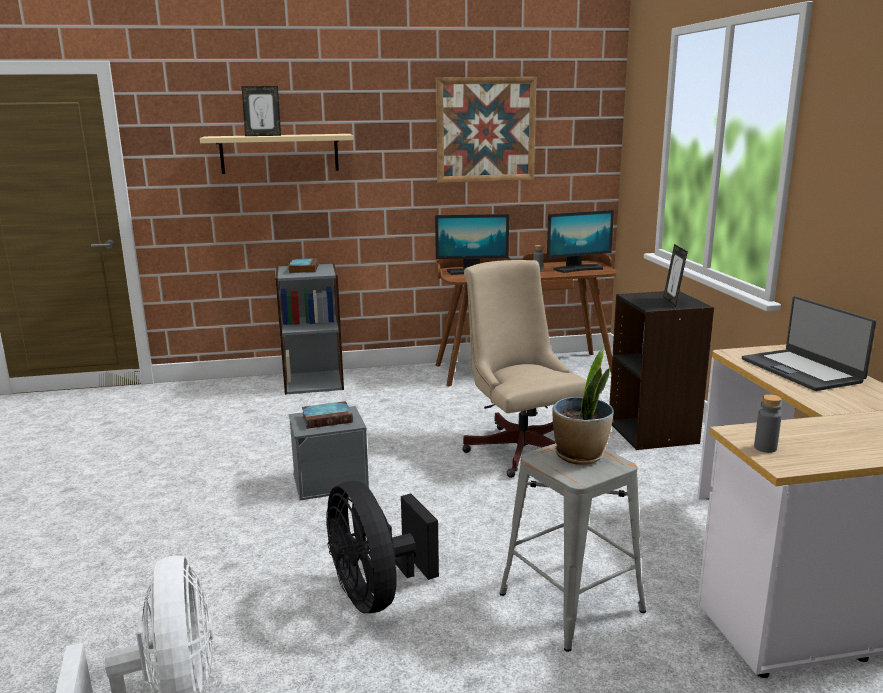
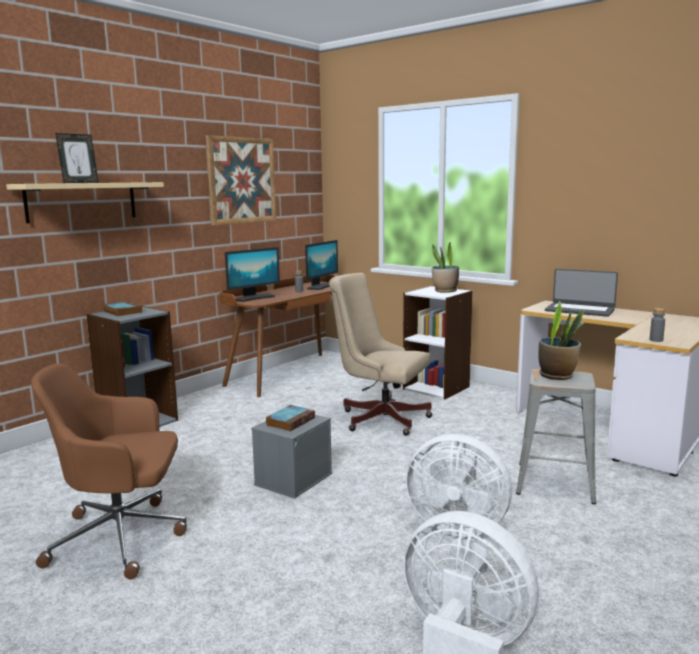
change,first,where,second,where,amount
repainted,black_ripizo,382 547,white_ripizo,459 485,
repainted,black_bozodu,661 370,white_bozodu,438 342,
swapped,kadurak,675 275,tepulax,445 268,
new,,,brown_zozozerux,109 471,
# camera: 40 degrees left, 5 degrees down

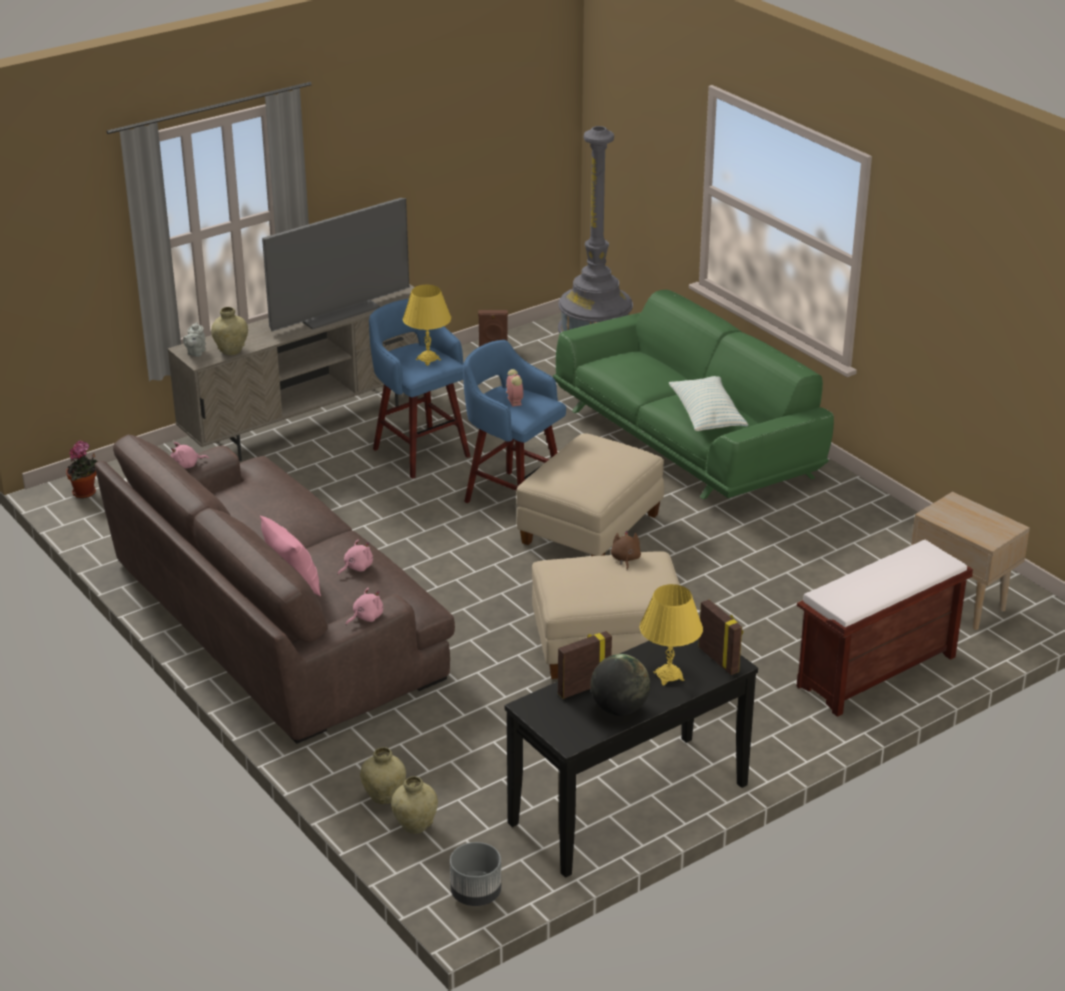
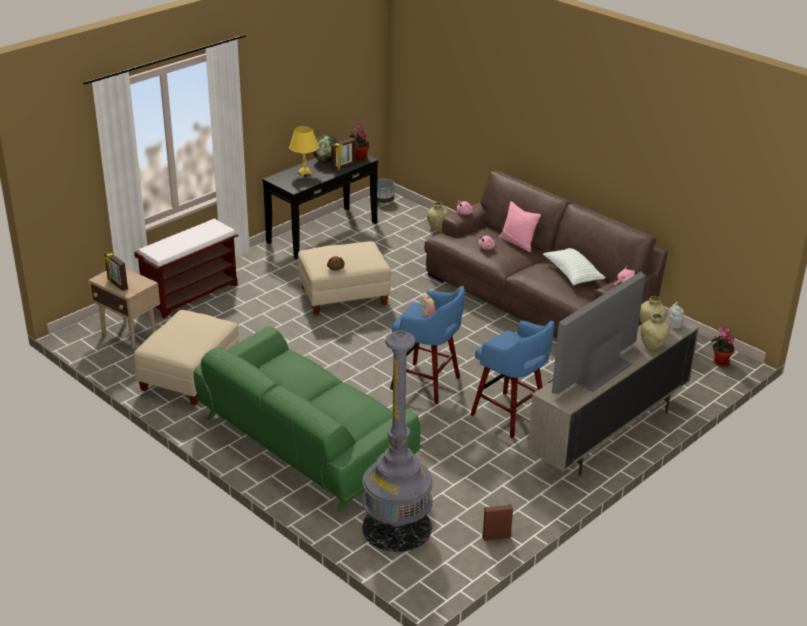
change,first,where,second,where,amount
shifted,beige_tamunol,414 805,,655 332,
gone,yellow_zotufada,427 325,,,
shifted,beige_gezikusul,590 494,,186 358,
shifted,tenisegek,708 403,,574 267,
shifted,kadurak,720 637,,116 271,
new,,,tepulax,360 142,
# camera: 170 degrees right, 0 degrees up

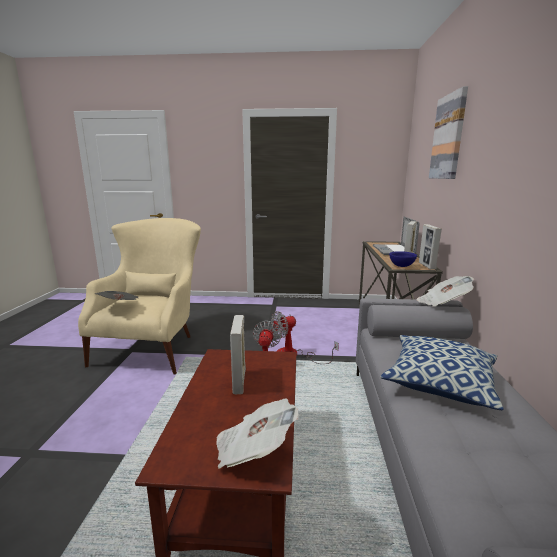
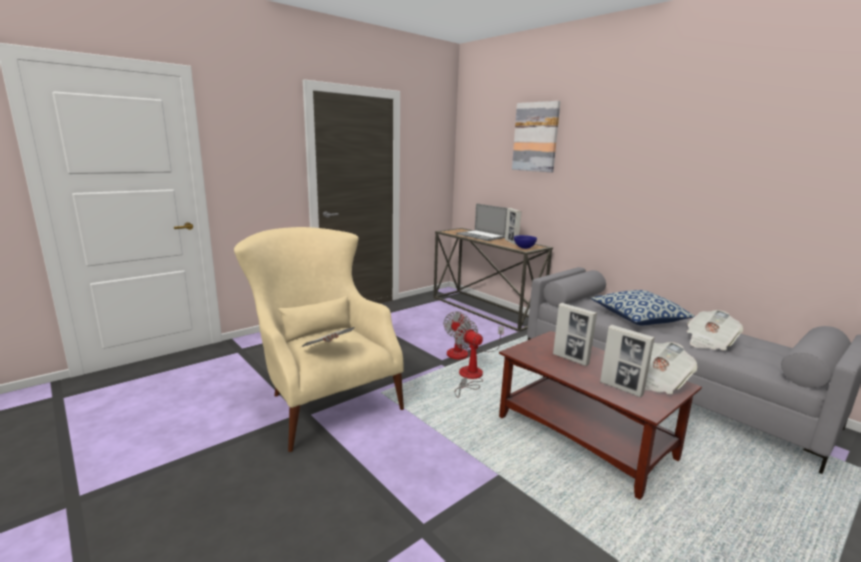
change,first,where,second,where,amount
shifted,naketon,446 291,,715 330,
shifted,kadurak,430 247,,627 361,
# camera: 45 degrees left, 0 degrees up

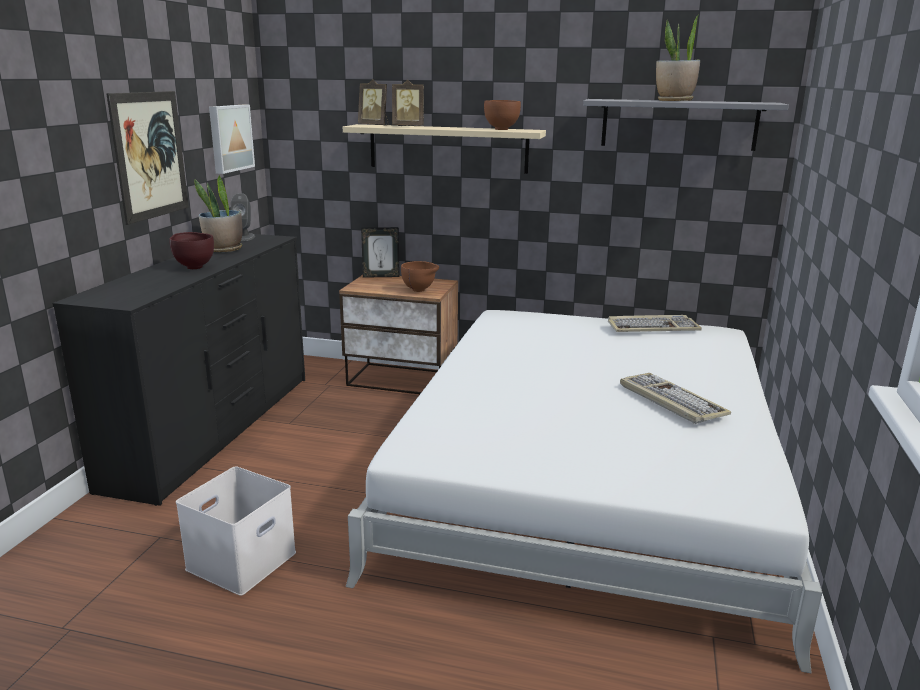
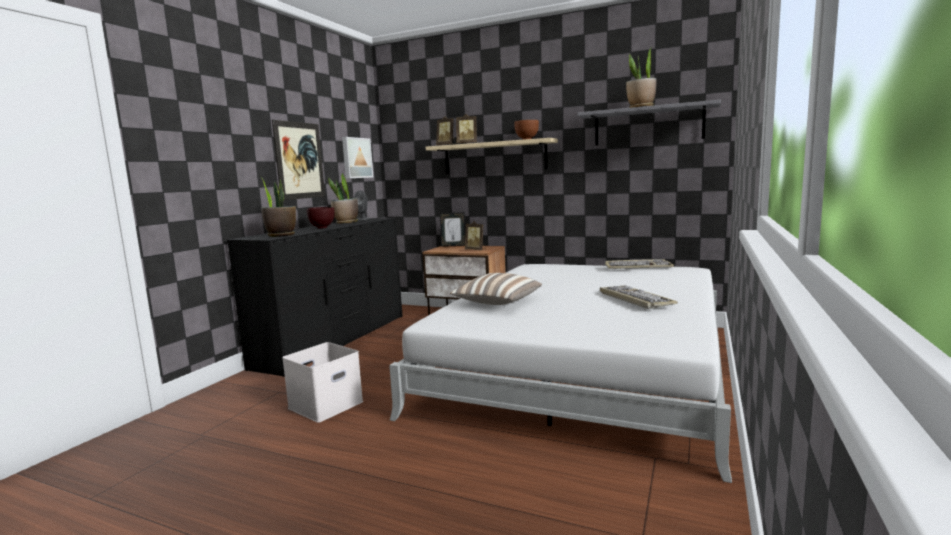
change,first,where,second,where,amount
swapped,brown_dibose,420 276,kadurak,475 235,
new,,,tepulax,278 206,
new,,,tenisegek,496 289,
# camera: 10 degrees right, 10 degrees down

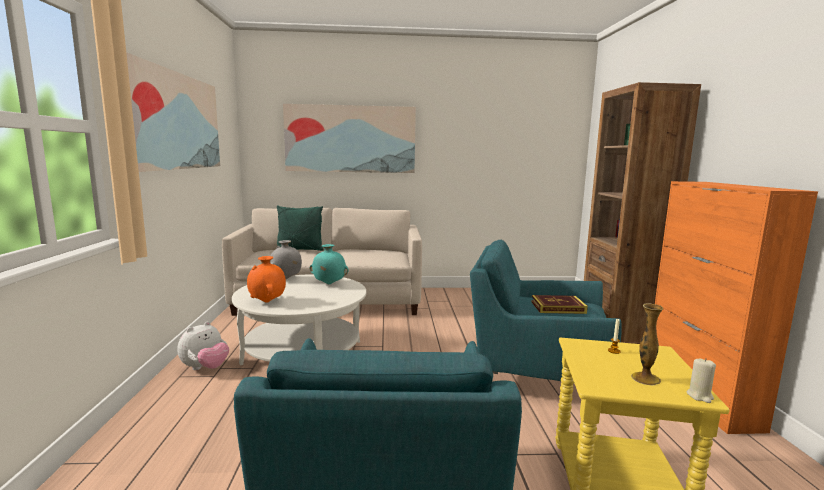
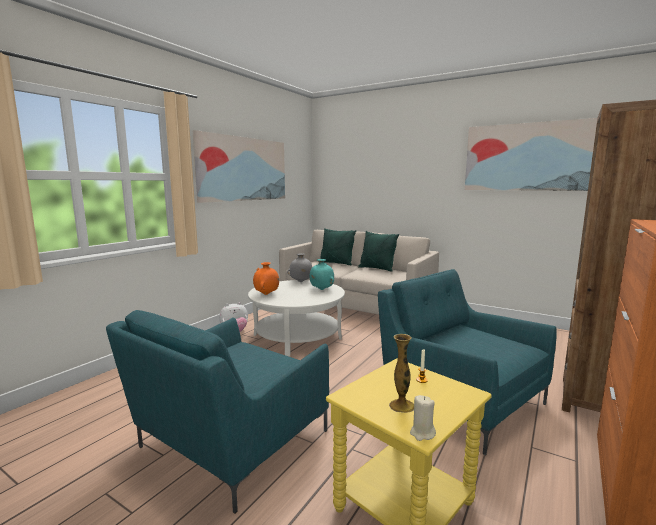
change,first,where,second,where,amount
shifted,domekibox,349 138,,531 154,
gone,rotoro,559 304,,,
new,,,green_tenisegek,378 251,
# camera: 35 degrees right, 0 degrees up

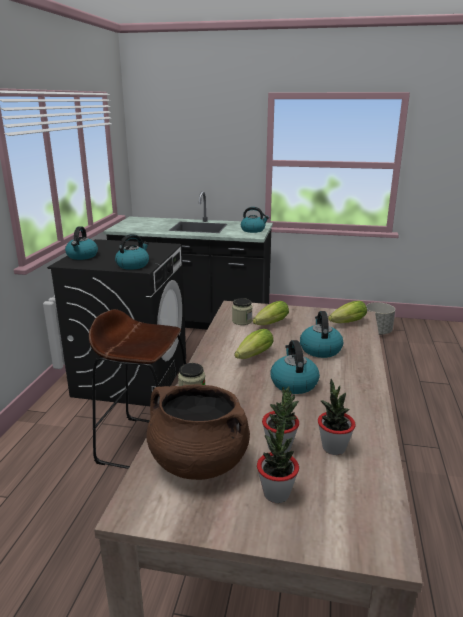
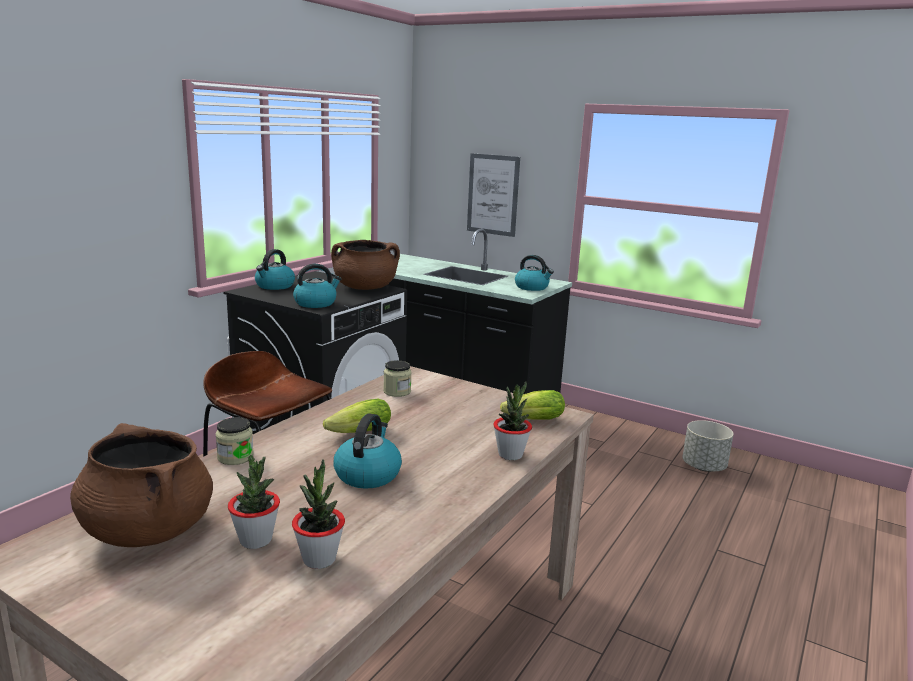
change,first,where,second,where,amount
gone,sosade,271 313,,,
shifted,tepulax,278 460,,512 421,
gone,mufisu,321 334,,,
new,,,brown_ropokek,365 265,
new,,,domekibox,493 195,
# camera: 20 degrees right, 5 degrees down

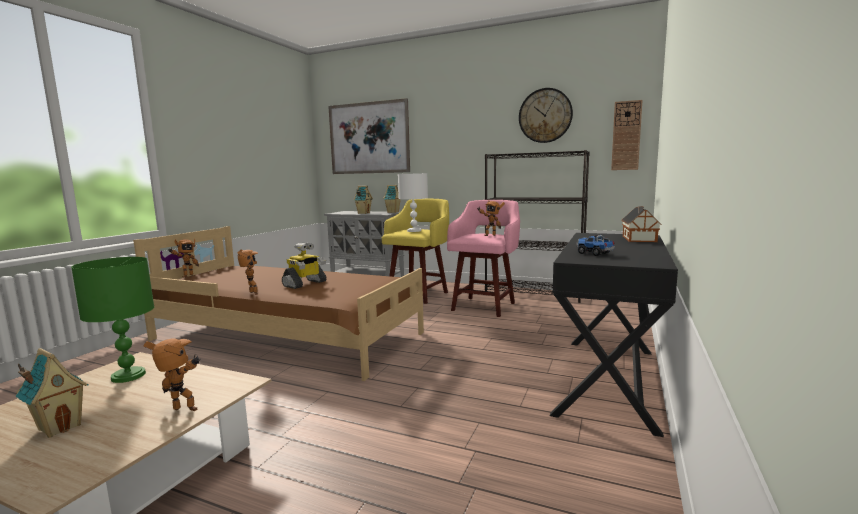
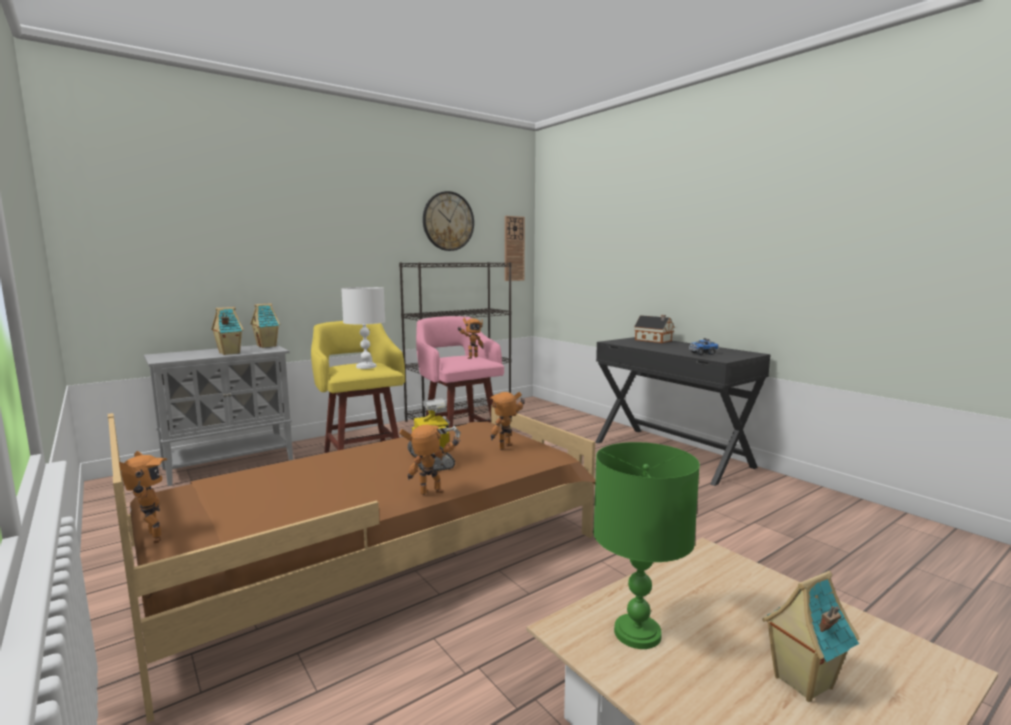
change,first,where,second,where,amount
shifted,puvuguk,172 374,,507 421,
gone,domekibox,369 136,,,
# camera: 60 degrees left, 0 degrees up

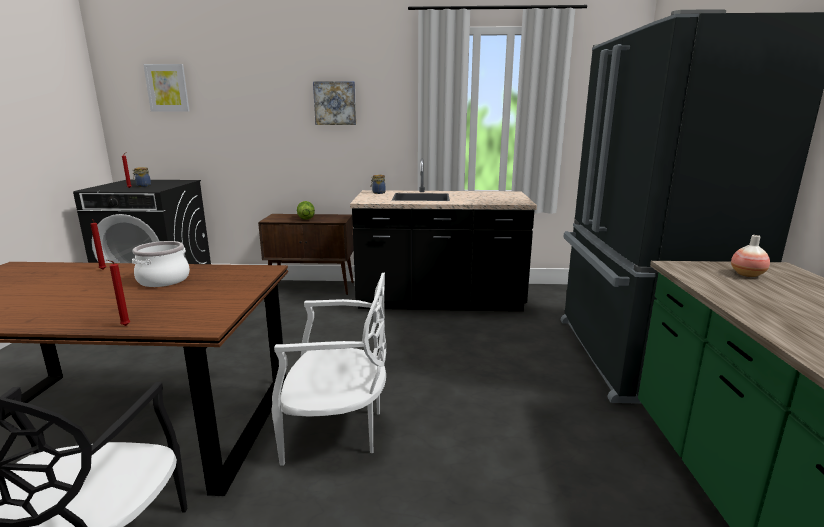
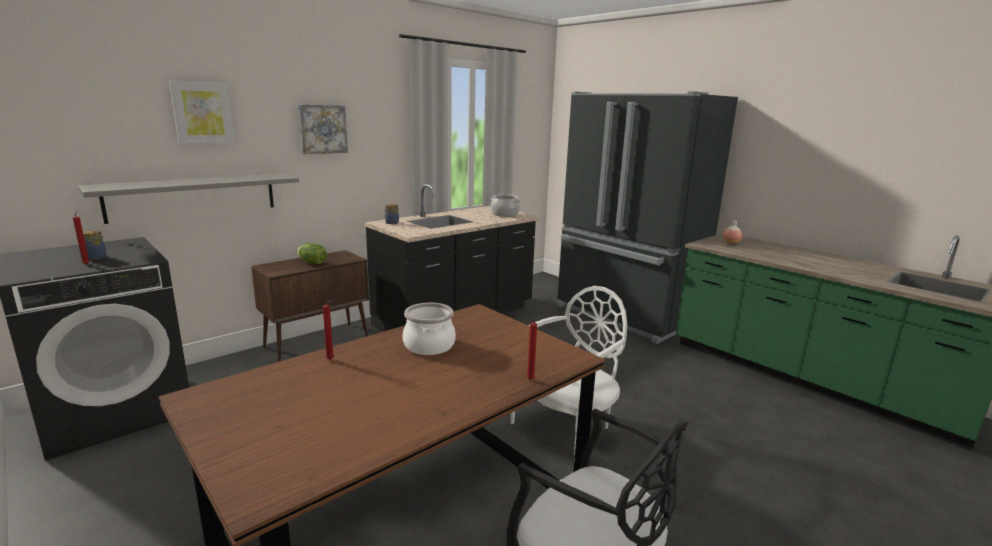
change,first,where,second,where,amount
shifted,domekibox,166 88,,202 112,
new,,,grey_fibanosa,188 198,
new,,,ropokek,505 205,
# camera: 45 degrees left, 0 degrees up

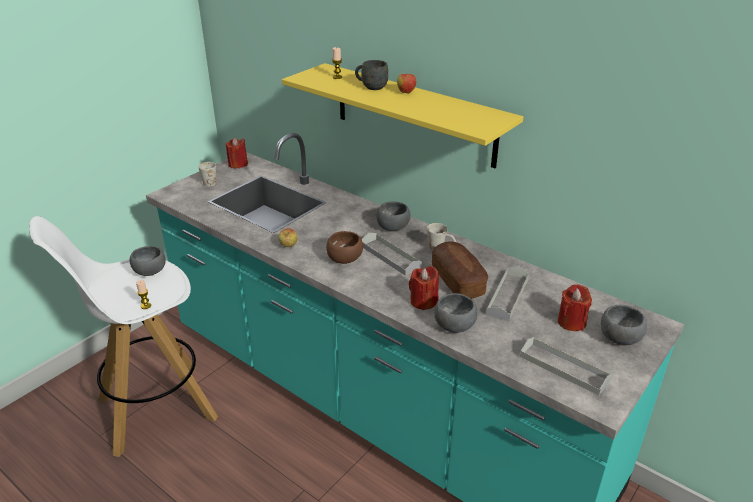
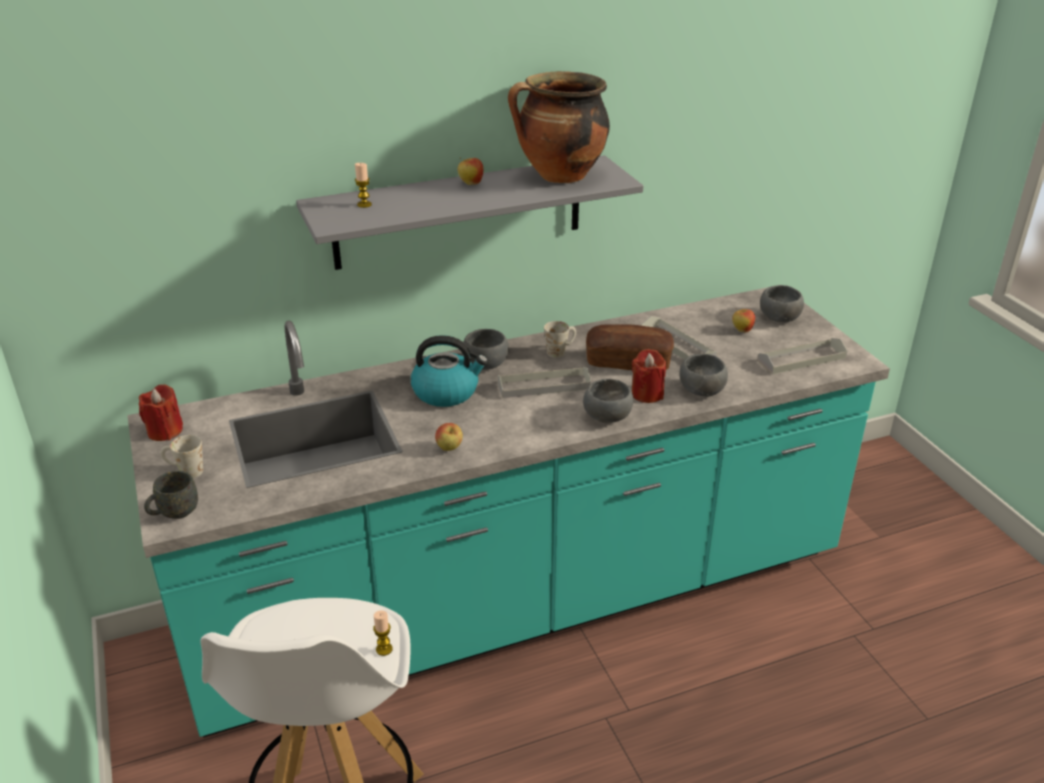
change,first,where,second,where,amount
shifted,grey_dibose,148 261,,608 401,
repainted,yellow_fibanosa,402 115,grey_fibanosa,469 212,
gone,brown_dibose,344 247,,,
shifted,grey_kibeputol,371 75,,171 495,
swapped,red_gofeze,575 307,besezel,743 320,
new,,,mufisu,449 371,
new,,,ropokek,559 127,
# camera: 60 degrees left, 0 degrees up

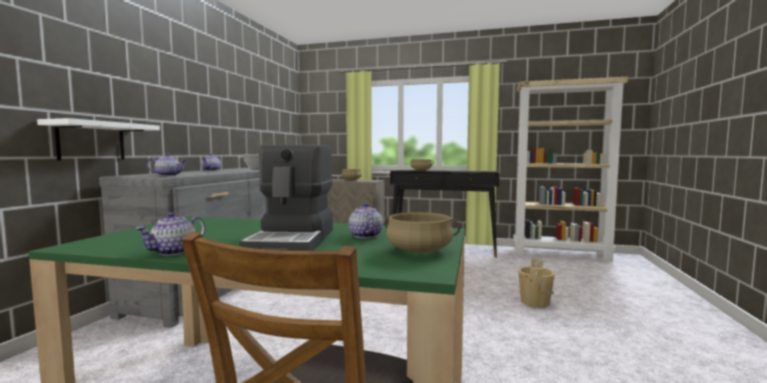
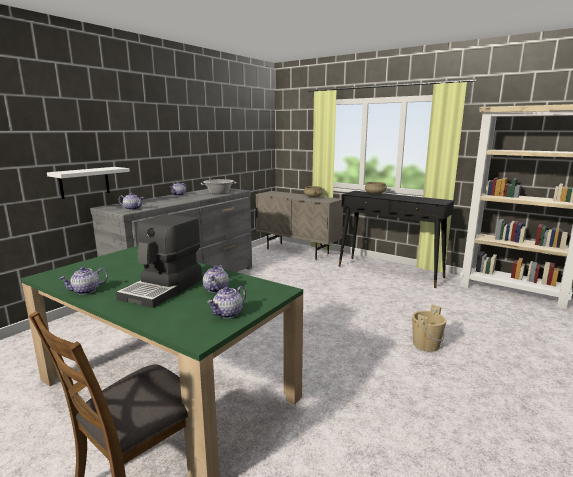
change,first,where,second,where,amount
swapped,beige_ropokek,422 232,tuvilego,226 302,
# camera: 20 degrees right, 10 degrees up

